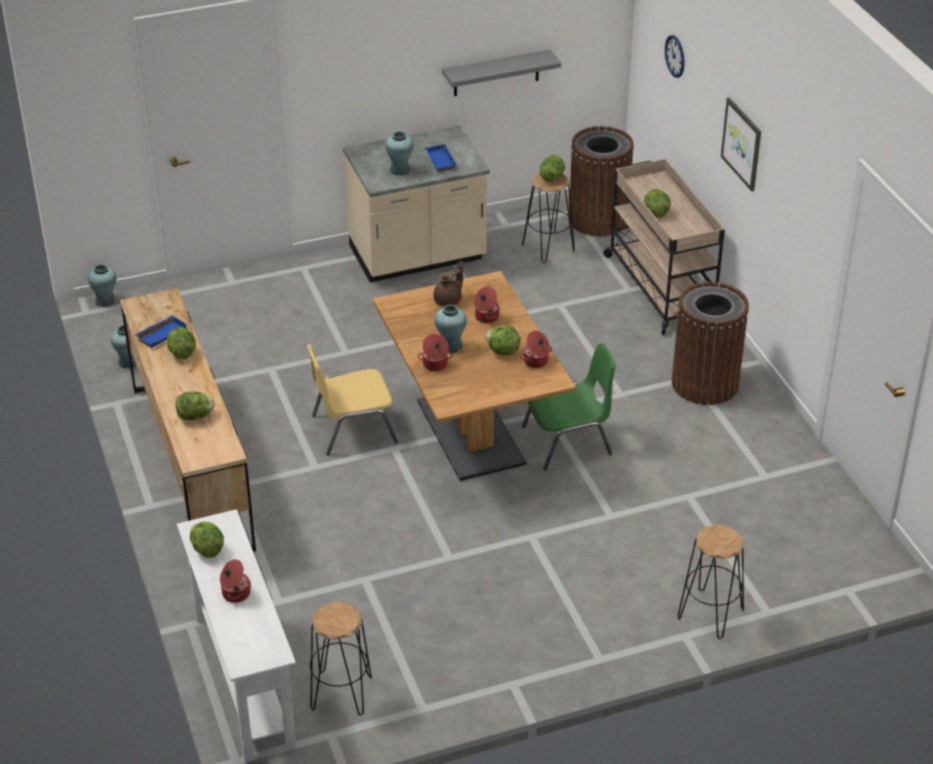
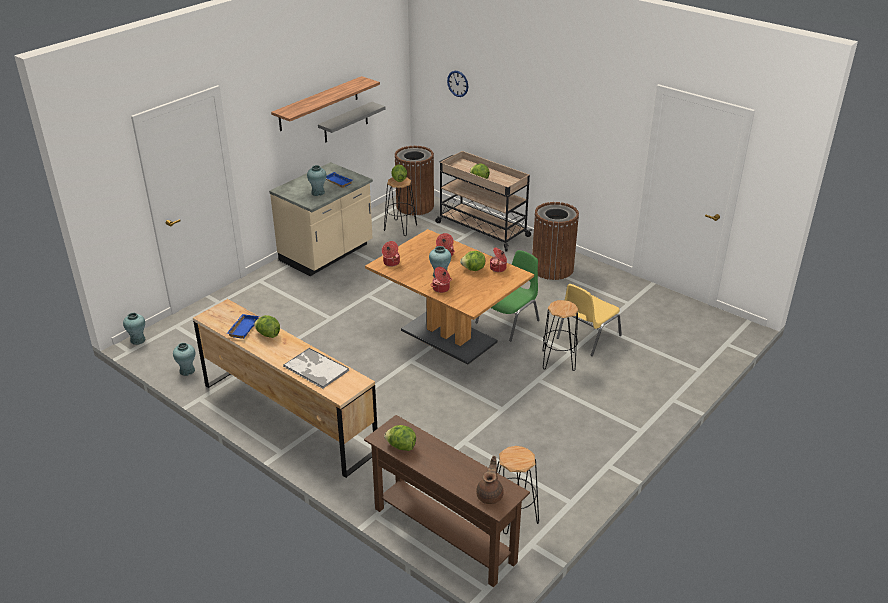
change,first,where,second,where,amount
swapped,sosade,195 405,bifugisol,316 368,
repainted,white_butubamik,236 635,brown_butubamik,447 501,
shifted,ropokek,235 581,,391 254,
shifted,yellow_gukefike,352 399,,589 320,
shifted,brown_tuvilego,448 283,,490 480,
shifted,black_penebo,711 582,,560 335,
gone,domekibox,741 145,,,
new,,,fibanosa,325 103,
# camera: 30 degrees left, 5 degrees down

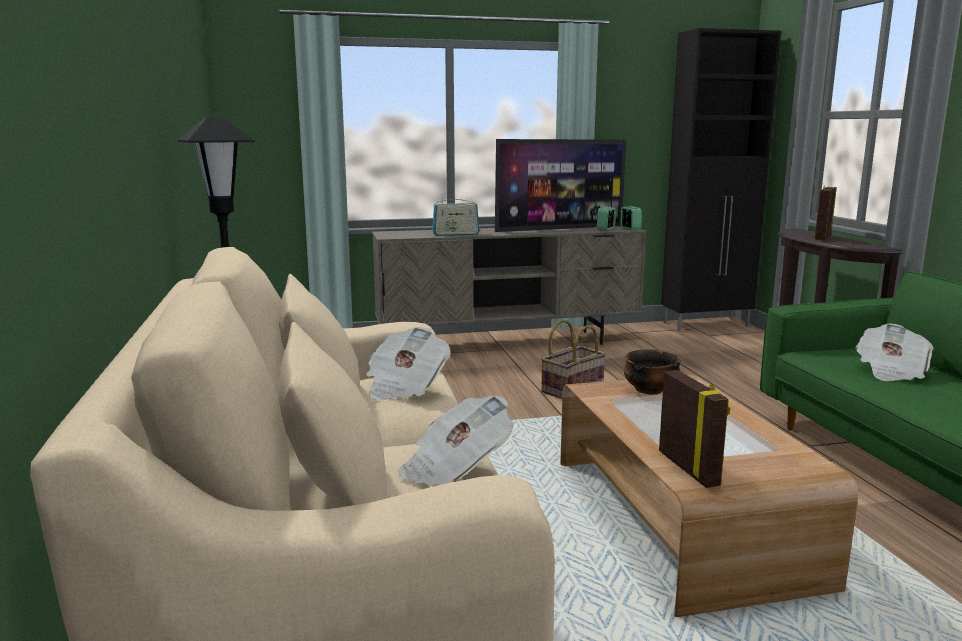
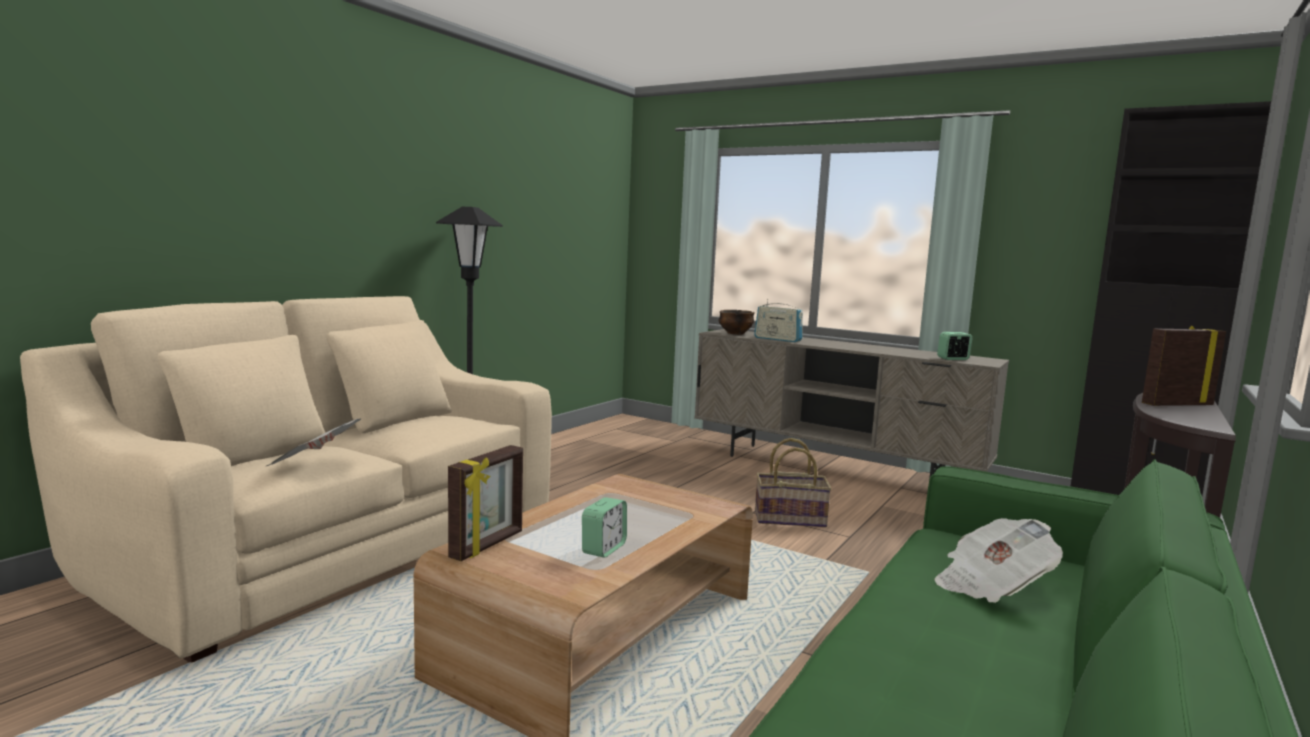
change,first,where,second,where,amount
gone,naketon,408 363,,,
gone,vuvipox,560 185,,,
shifted,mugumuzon,631 218,,604 527,
shifted,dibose,652 372,,736 322,
# camera: 45 degrees right, 5 degrees down

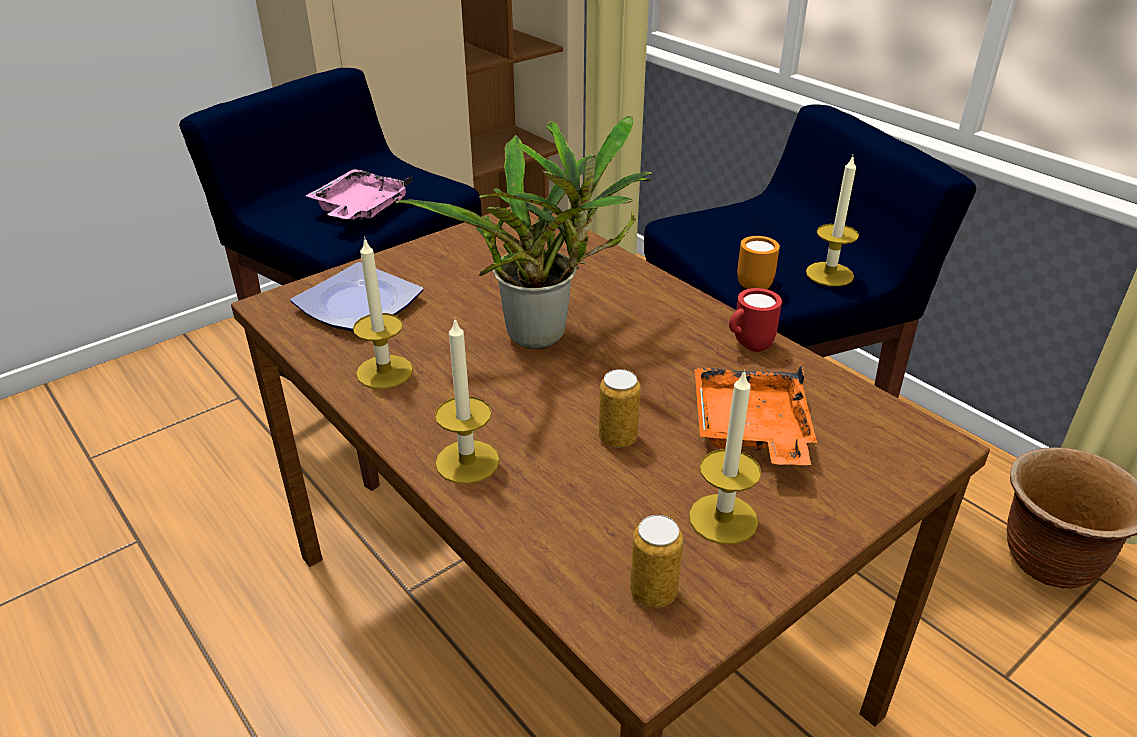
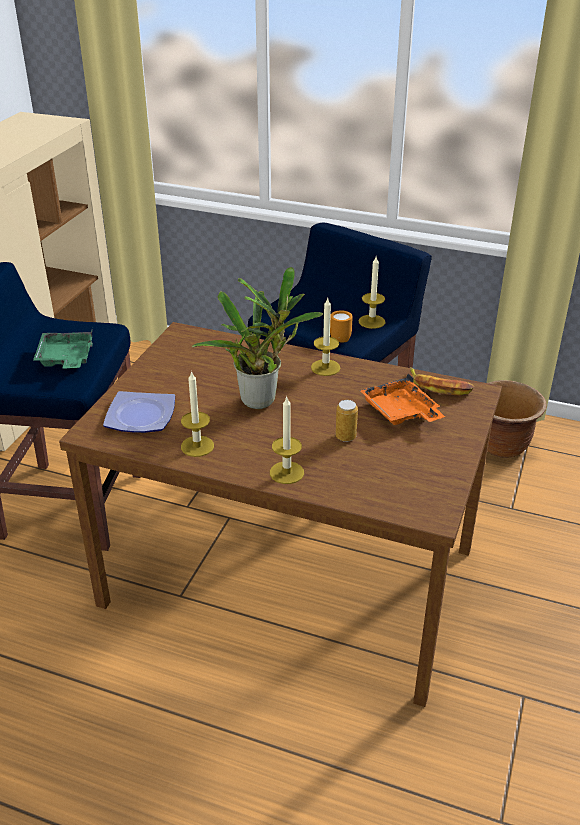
change,first,where,second,where,amount
repainted,pink_bifugisol,359 194,green_bifugisol,63 348,
gone,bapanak,656 561,,,
shifted,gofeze,725 456,,326 337,
gone,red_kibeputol,755 320,,,
new,,,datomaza,442 381,
# camera: 30 degrees left, 0 degrees up

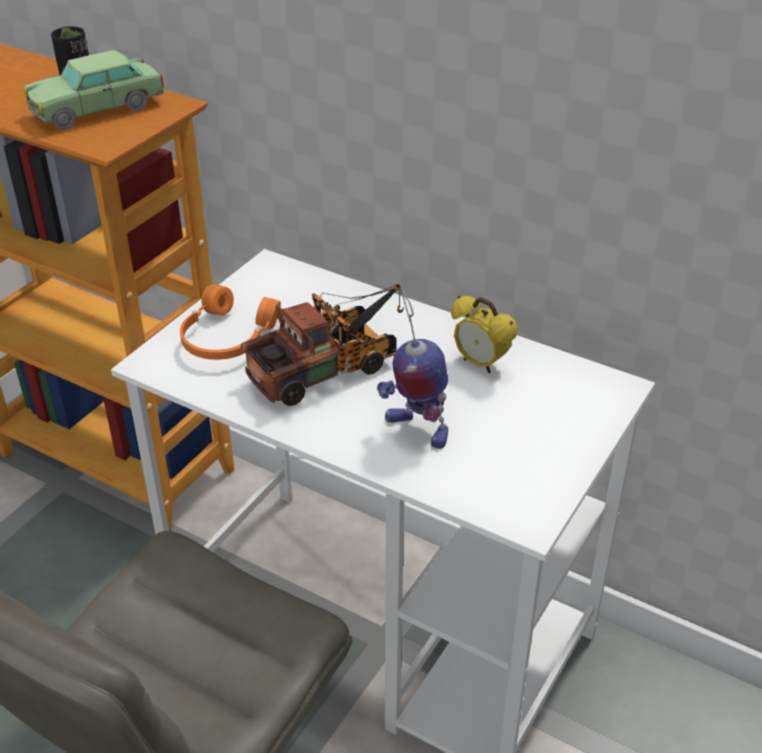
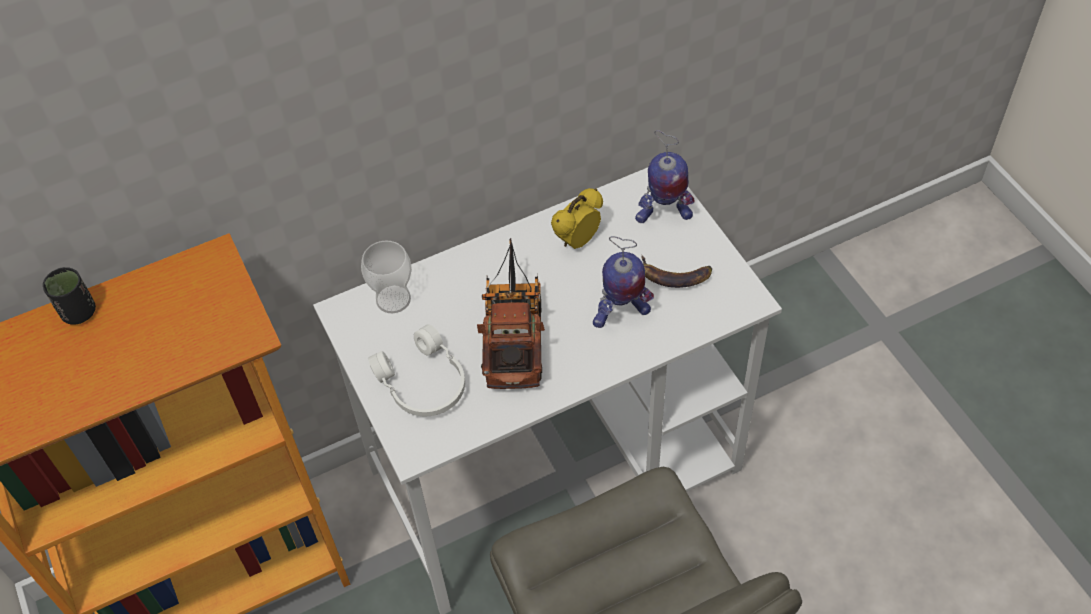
change,first,where,second,where,amount
gone,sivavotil,93 90,,,
repainted,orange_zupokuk,230 322,white_zupokuk,416 370,
rotated,mugumuzon,484 335,,577 218,150 degrees clockwise
new,,,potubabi,386 277,
new,,,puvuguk,665 176,
new,,,datomaza,676 271,
# camera: 55 degrees left, 15 degrees up

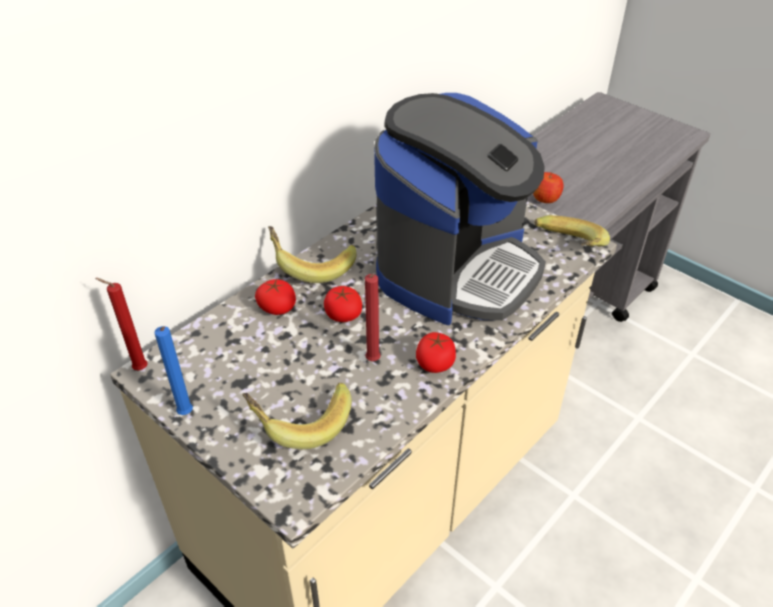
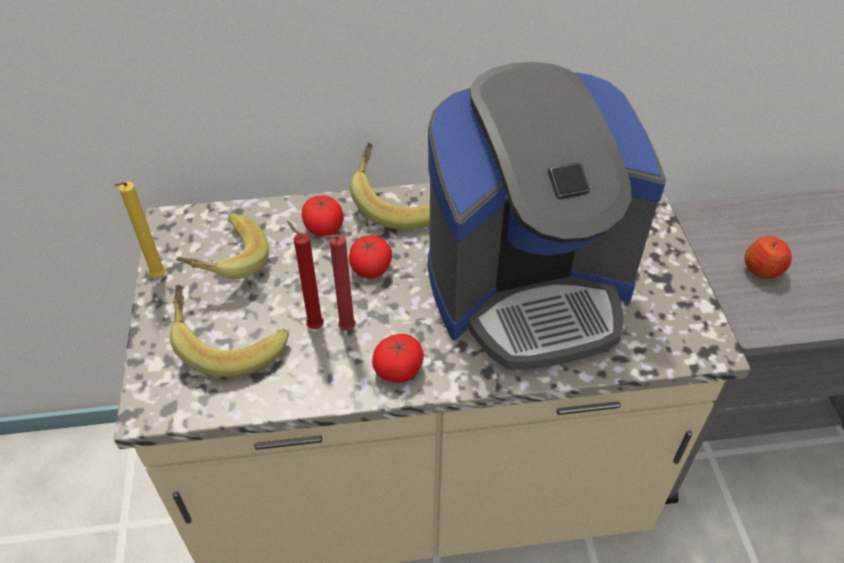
change,first,where,second,where,amount
shifted,red_gofeze,121 324,,305 274,
repainted,blue_gofeze,174 370,yellow_gofeze,140 230,
shifted,datomaza,572 231,,222 246,
# camera: 40 degrees right, 5 degrees up

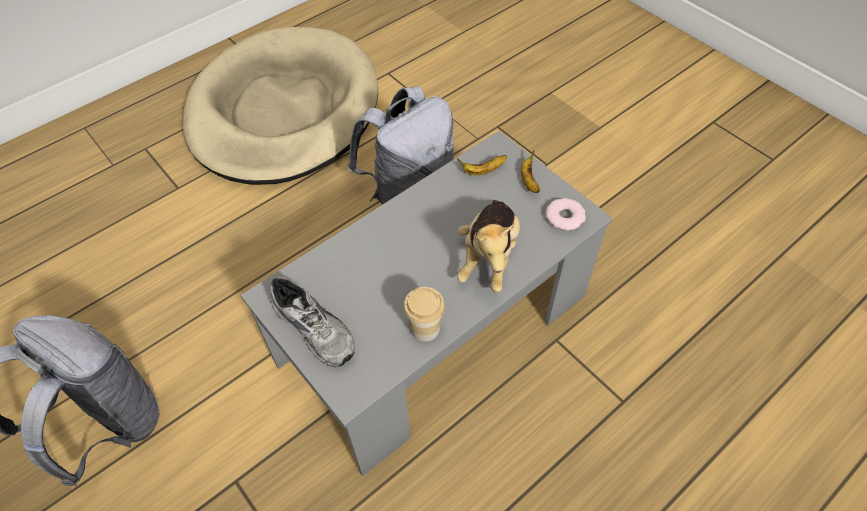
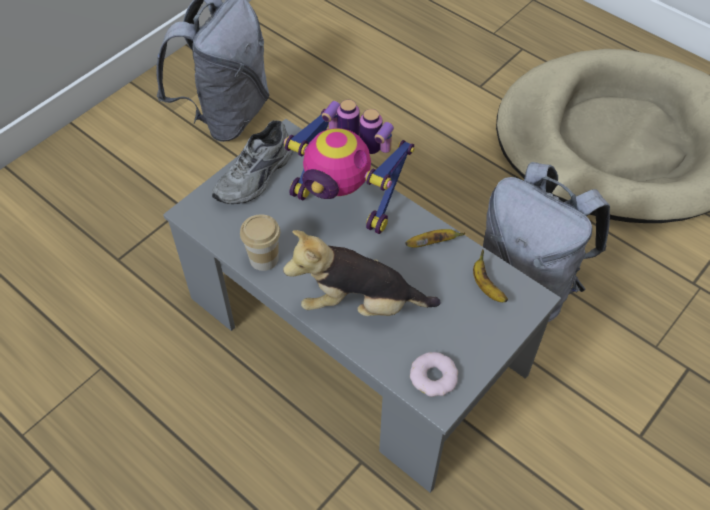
change,first,where,second,where,amount
shifted,datomaza,530 172,,435 238,
new,,,puvuguk,349 167,
# camera: 80 degrees right, 0 degrees up

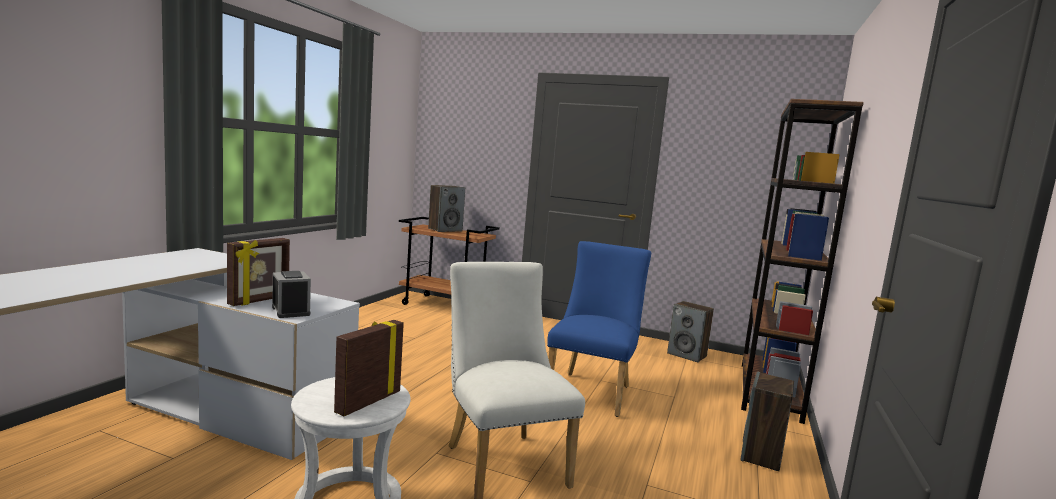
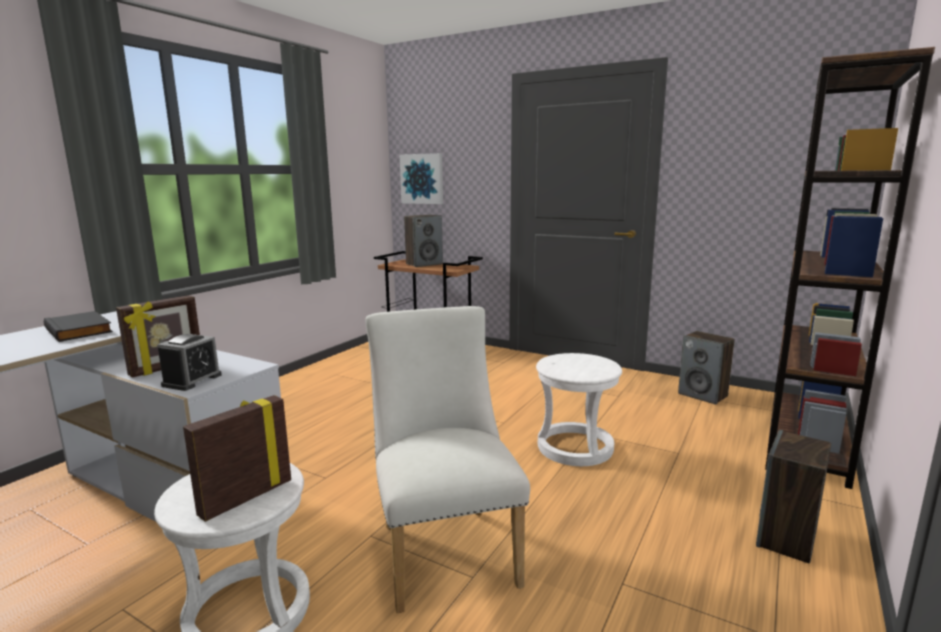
change,first,where,second,where,amount
rotated,mugumuzon,291 294,,189 362,45 degrees clockwise
swapped,blue_gukefike,599 329,white_penebo,579 409,
new,,,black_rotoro,78 326,
new,,,domekibox,421 178,
# camera: 10 degrees right, 5 degrees up

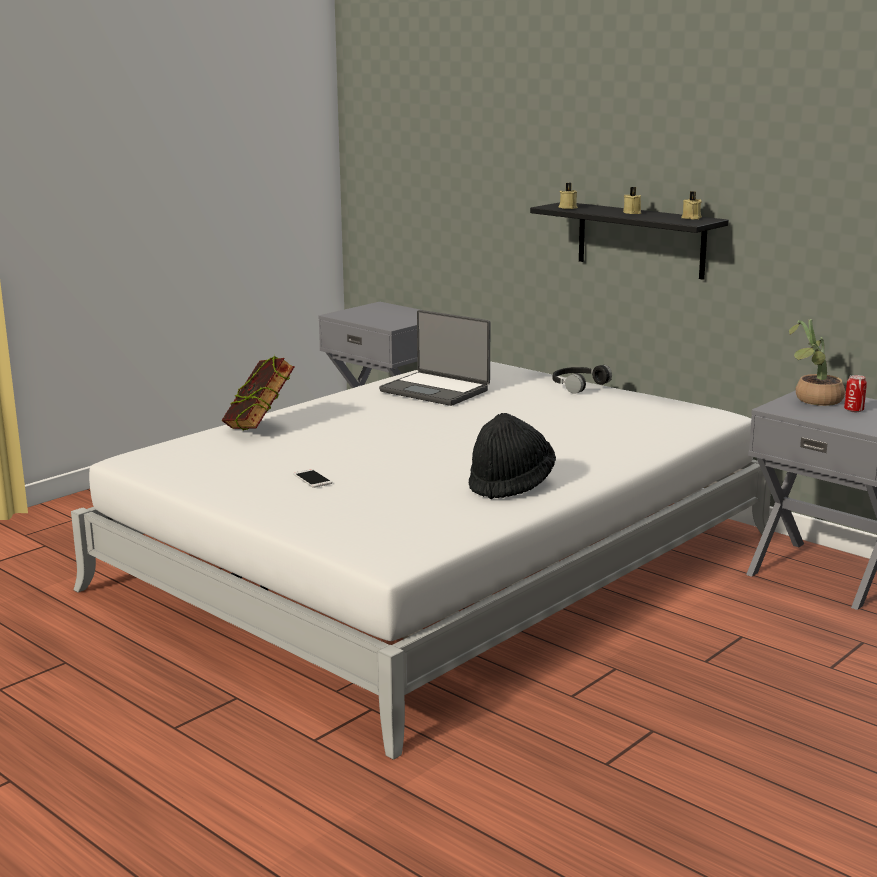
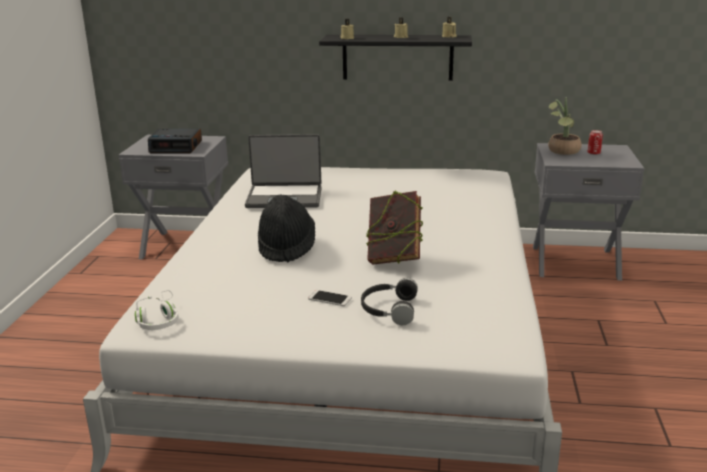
change,first,where,second,where,amount
shifted,rotoro,258 393,,394 227,
shifted,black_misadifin,512 456,,286 229,
shifted,black_zupokuk,582 379,,389 301,
new,,,white_zupokuk,157 310,
new,,,mugumuzon,175 141,
# camera: 35 degrees left, 5 degrees up

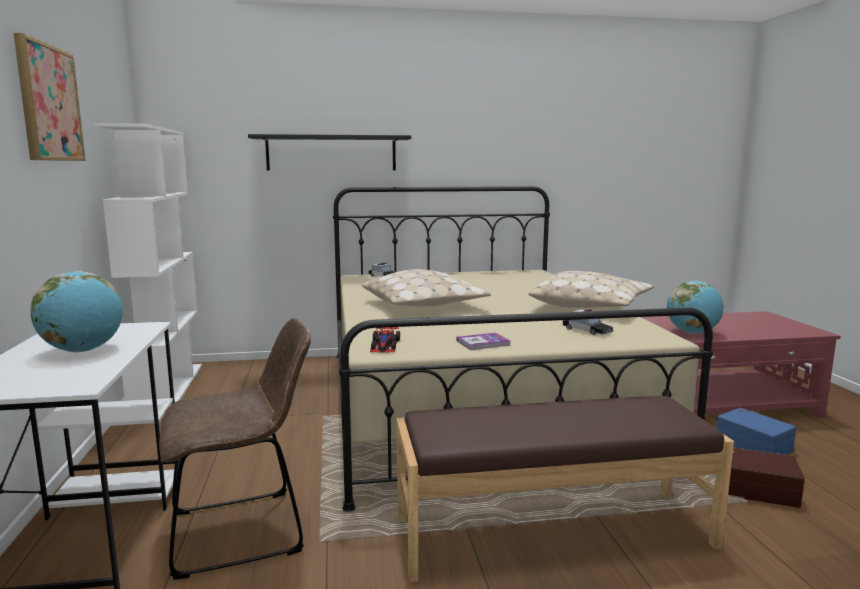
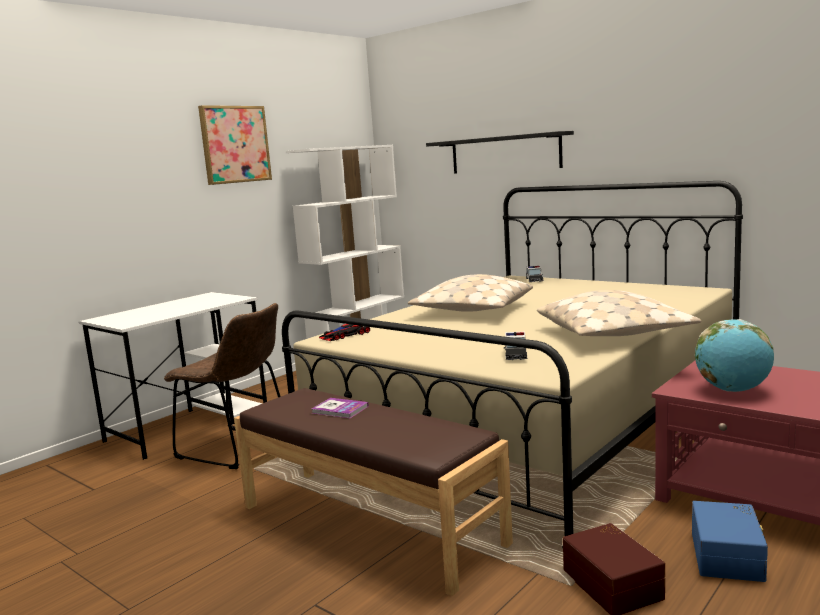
change,first,where,second,where,amount
gone,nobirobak,77 311,,,
shifted,rotoro,483 341,,340 408,
# camera: 50 degrees right, 0 degrees up

